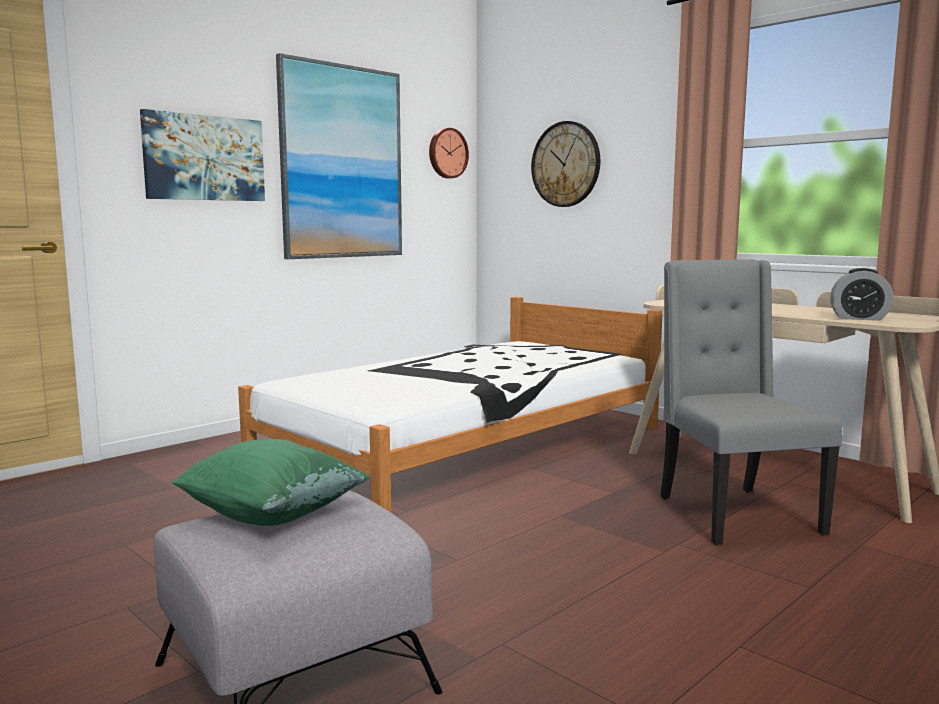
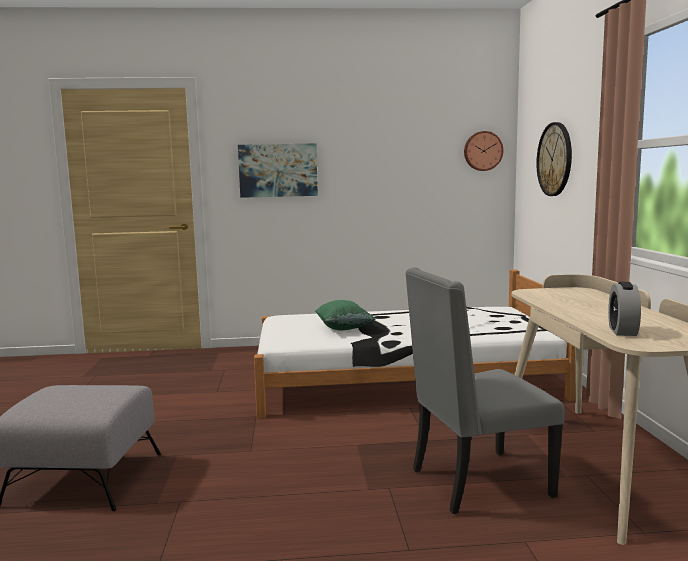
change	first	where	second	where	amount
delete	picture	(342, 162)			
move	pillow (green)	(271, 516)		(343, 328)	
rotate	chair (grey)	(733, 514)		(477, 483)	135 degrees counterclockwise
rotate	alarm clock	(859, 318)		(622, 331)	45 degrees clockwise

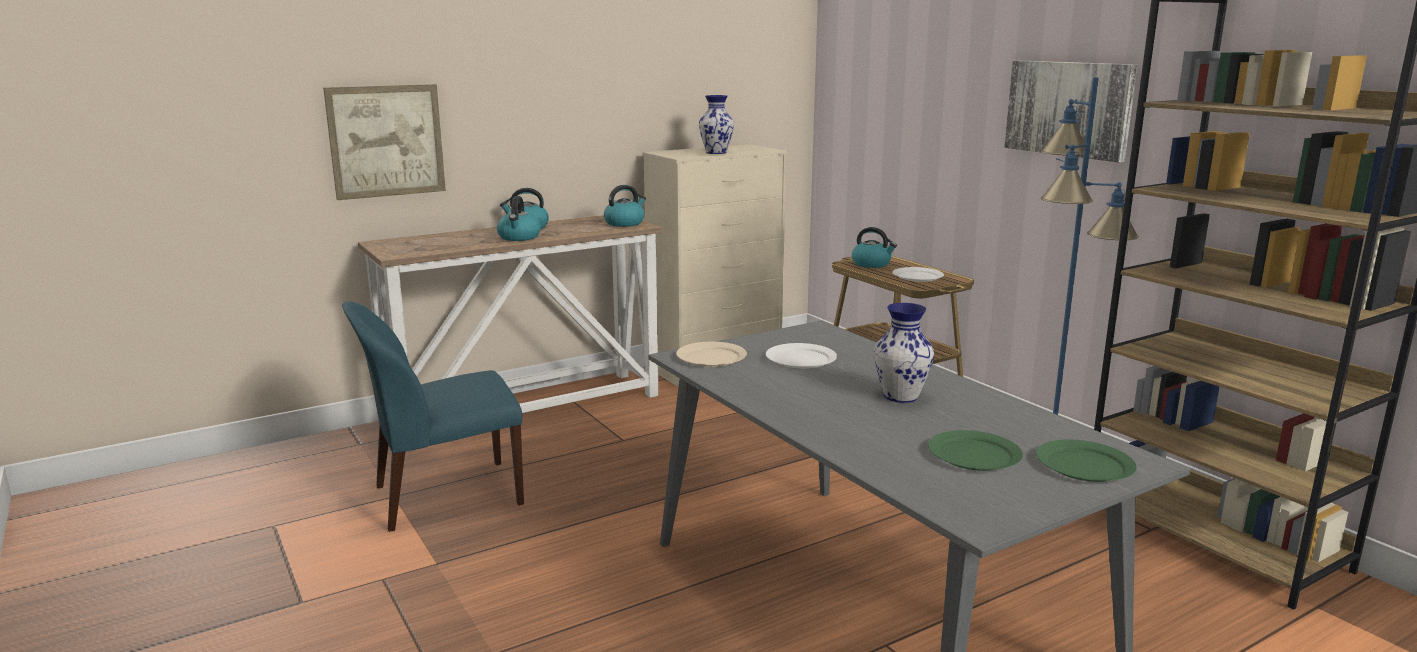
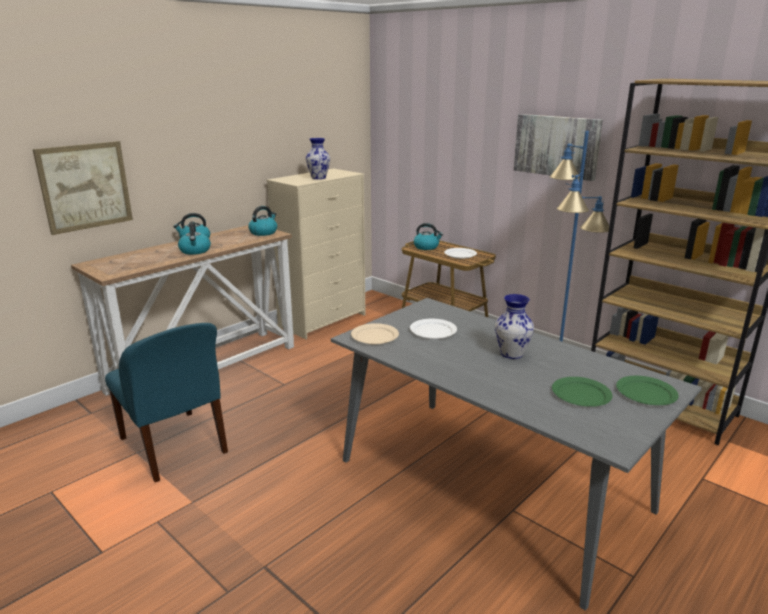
change	first	where	second	where	amount
rotate	chair (blue)	(444, 496)		(174, 446)	90 degrees counterclockwise

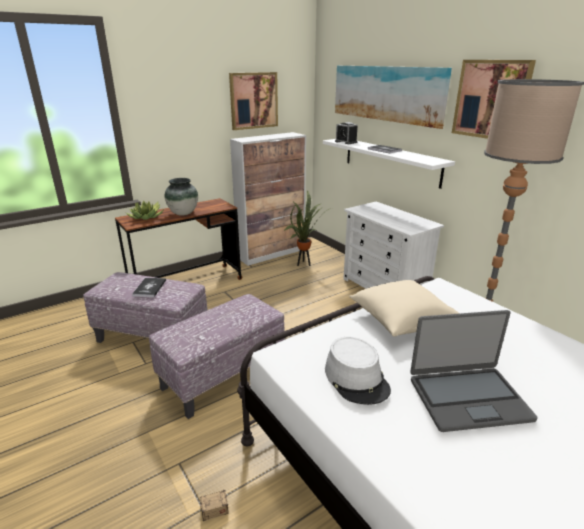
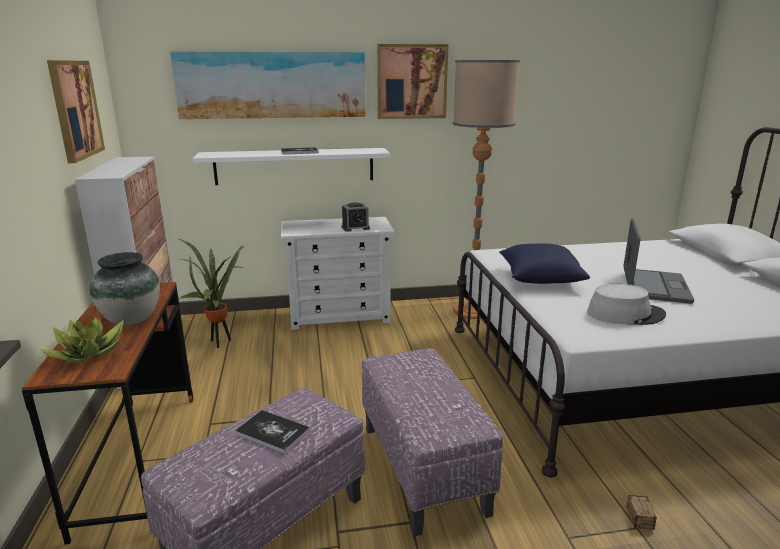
change	first	where	second	where	amount
move	alarm clock	(346, 142)		(355, 228)	
recolor	pillow (beige)	(401, 320)	pillow (blue)	(540, 279)	

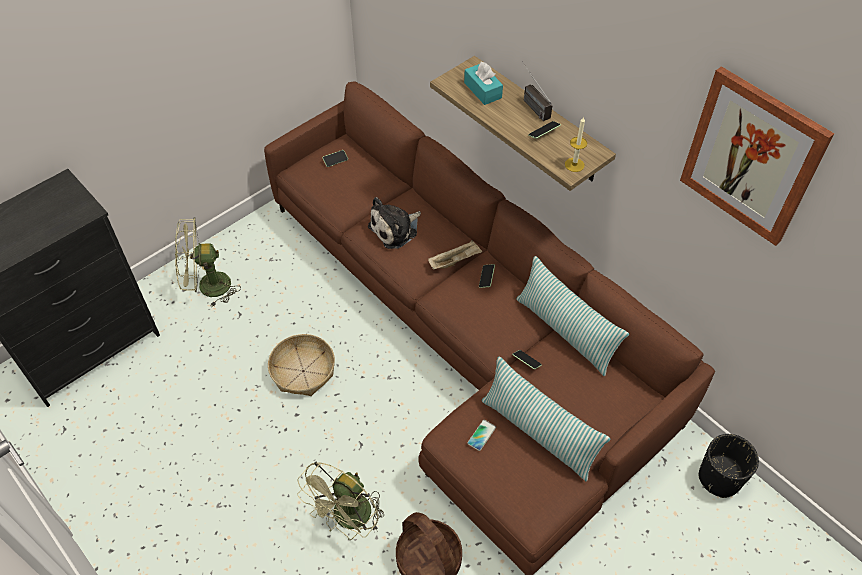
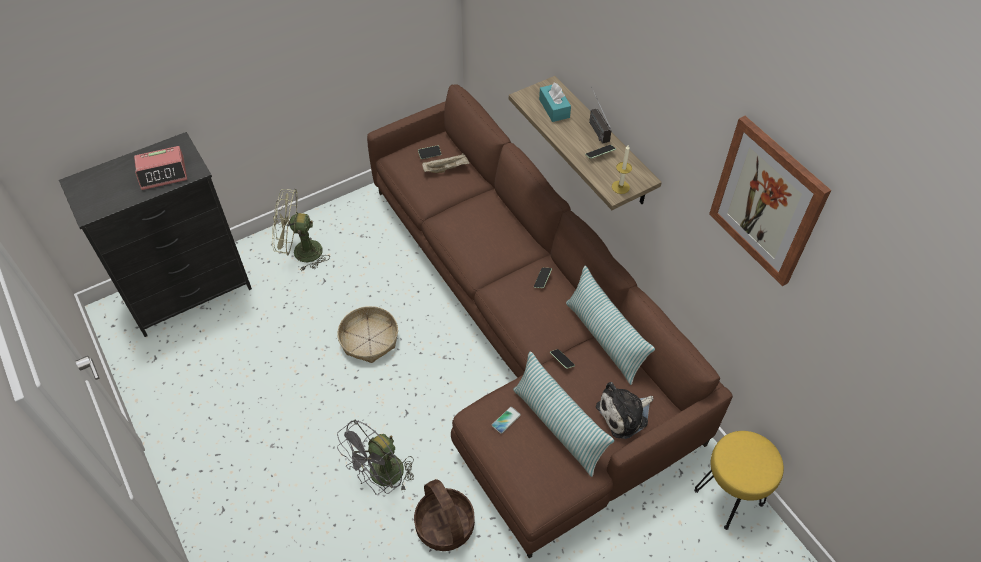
change	first	where	second	where	amount
insert			alarm clock	(163, 173)	
move	plush toy	(395, 229)		(625, 414)	
move	tray (beige)	(455, 261)		(446, 169)	
replace	planter (black)	(719, 478)	stool (yellow)	(729, 497)	
recolor	fan (green)	(348, 520)	fan (grey)	(381, 477)	

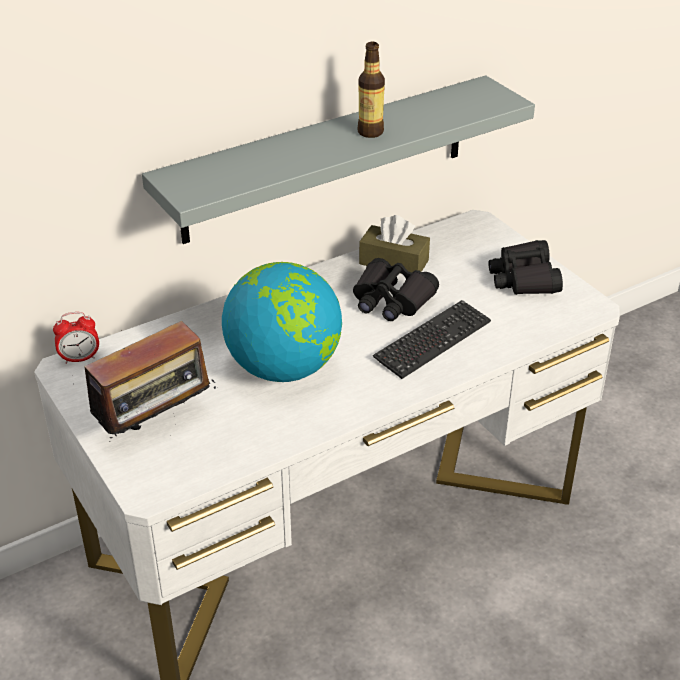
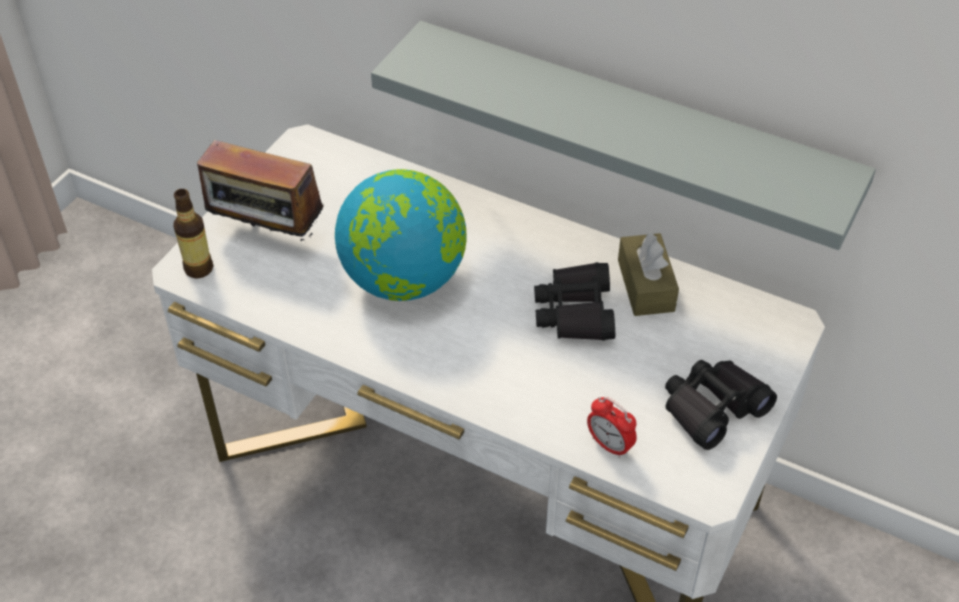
change	first	where	second	where	amount
delete	keyboard	(433, 341)			
move	alarm clock	(80, 358)		(609, 445)	
move	bottle	(370, 132)		(199, 269)	

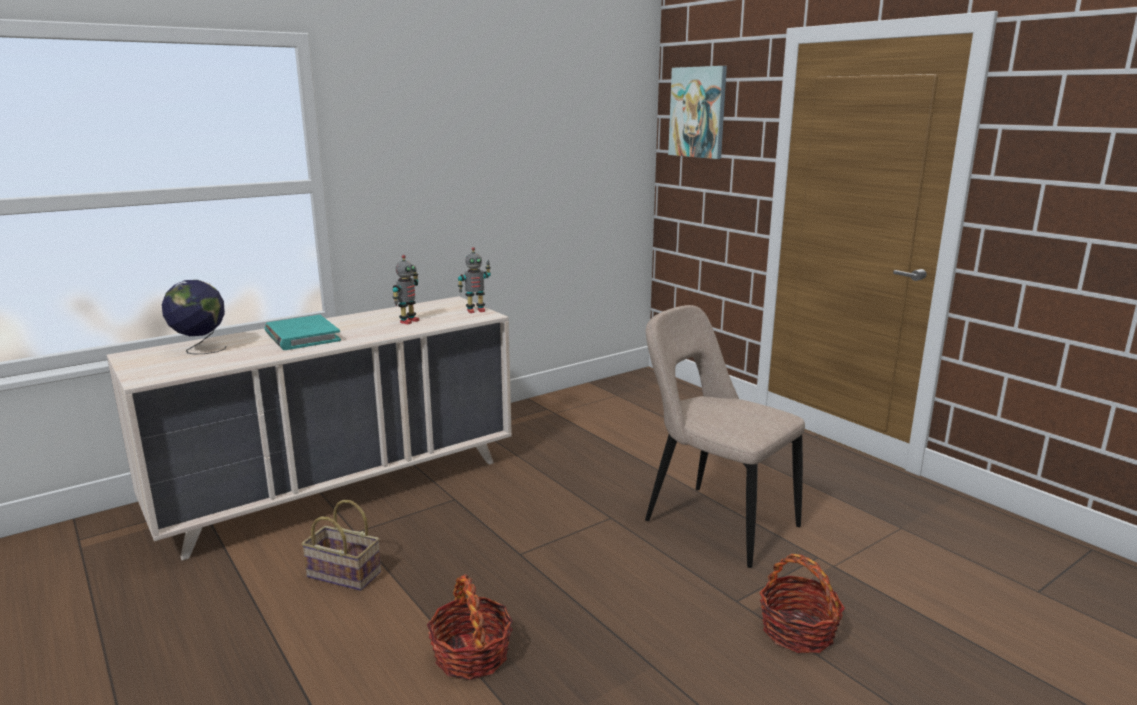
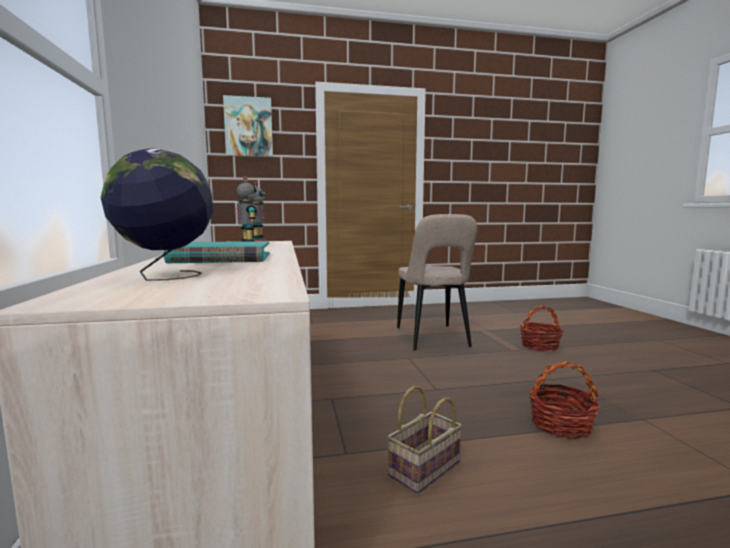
change	first	where	second	where	amount
rotate	chair (beige)	(714, 522)		(433, 339)	75 degrees counterclockwise

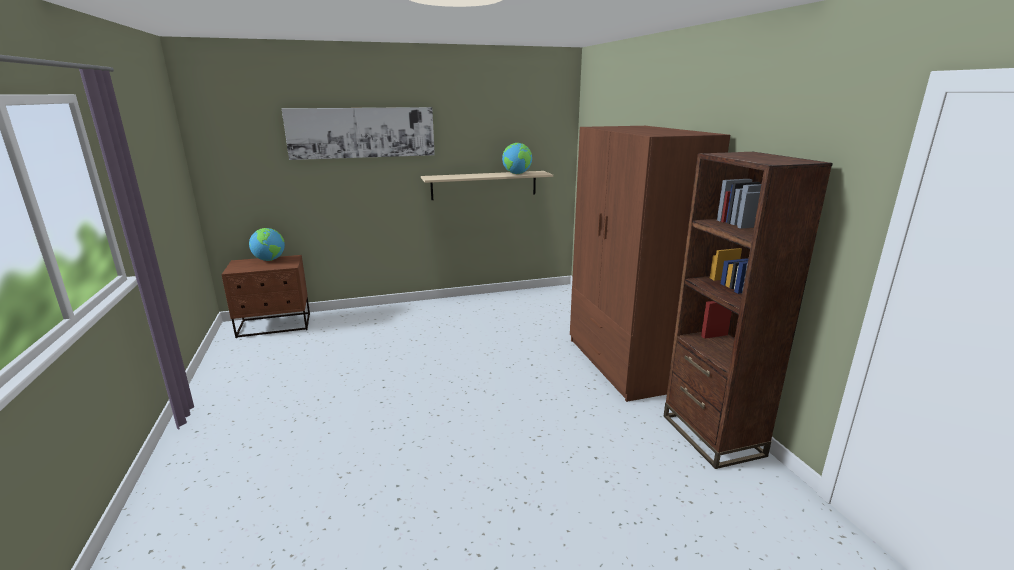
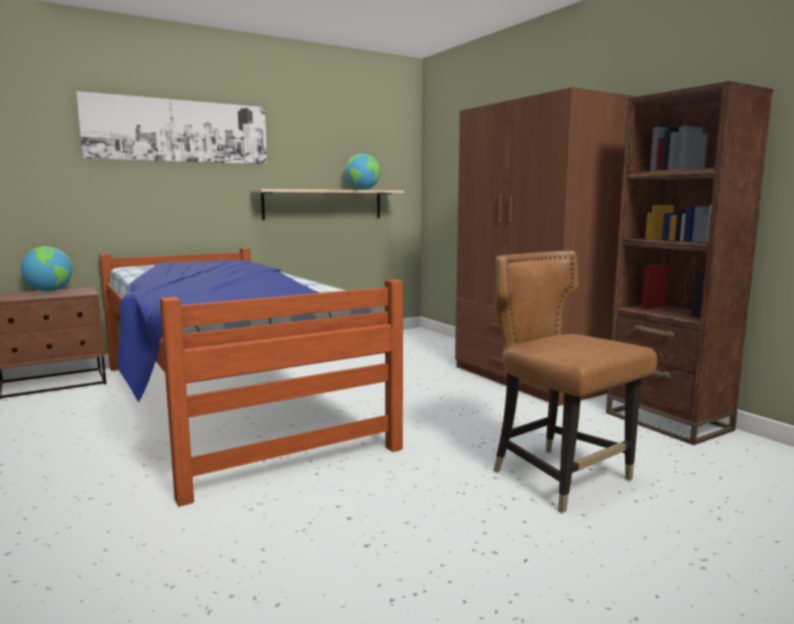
change	first	where	second	where	amount
insert			bed	(225, 402)	
insert			chair (brown)	(560, 477)	

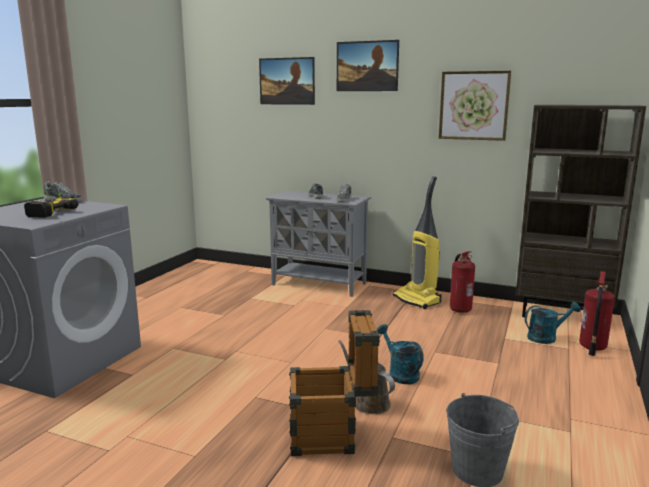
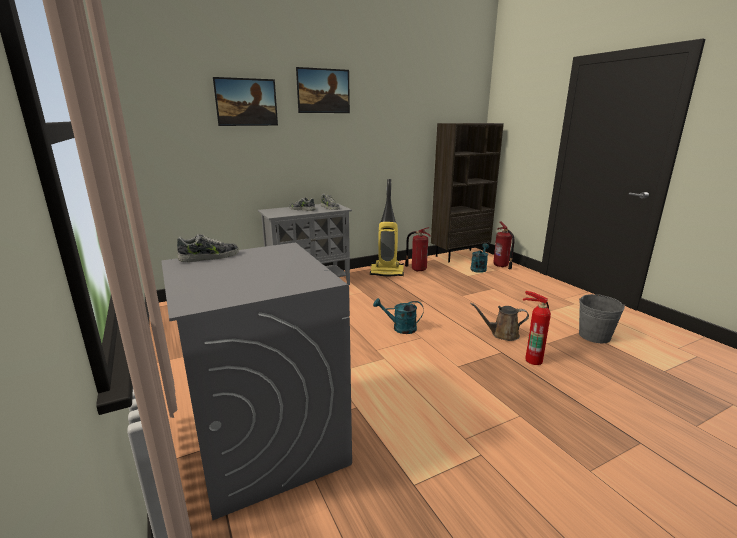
change	first	where	second	where	amount
delete	power drill	(44, 213)			
delete	picture	(473, 105)			
move	watering can (turquoise)	(400, 373)		(400, 328)	
replace	crate	(332, 436)	fire extinguisher	(533, 359)	

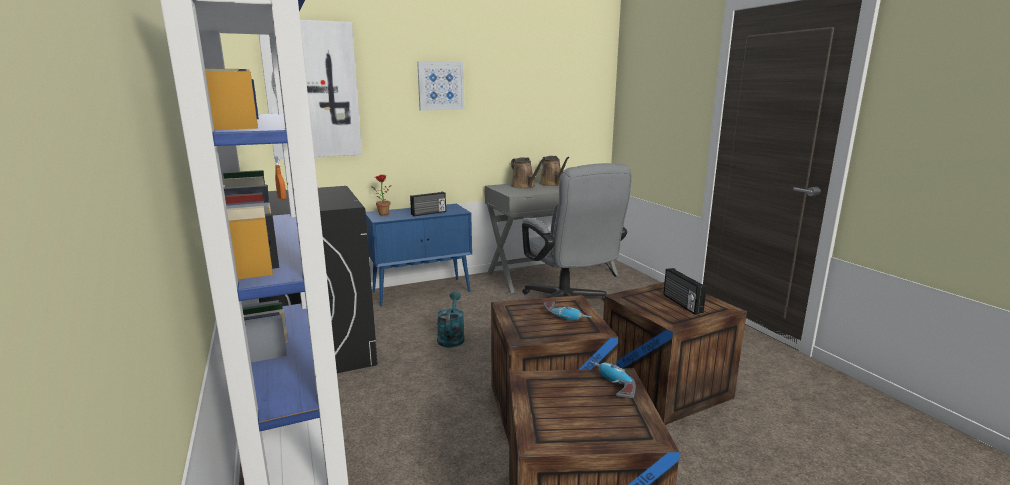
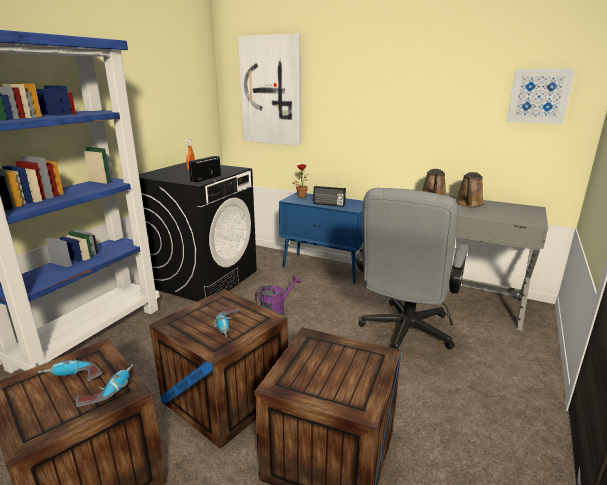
change	first	where	second	where	amount
insert			power drill	(72, 378)	
move	picture	(440, 86)		(539, 96)	
move	radio	(681, 303)		(205, 178)	
recolor	watering can (turquoise)	(451, 337)	watering can (purple)	(276, 310)	

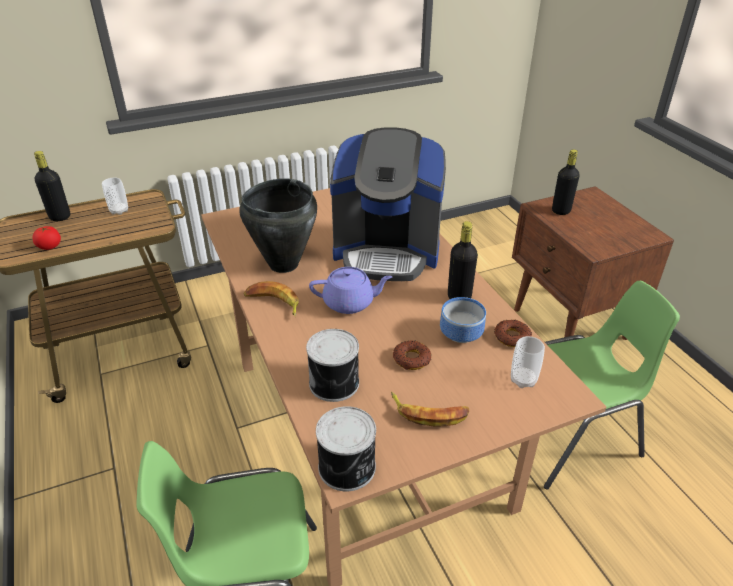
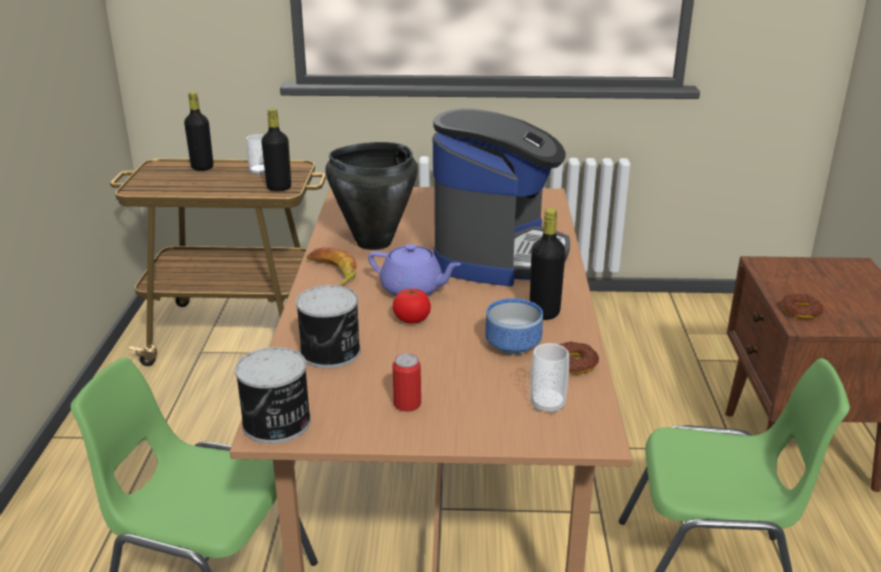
change	first	where	second	where	amount
move	tomato	(49, 246)		(411, 319)	
move	donut	(411, 359)		(800, 311)	
move	bottle (black)	(561, 211)		(279, 188)	
replace	banana	(429, 413)	can	(407, 404)	
rotate	coffee machine	(387, 251)		(498, 255)	105 degrees counterclockwise

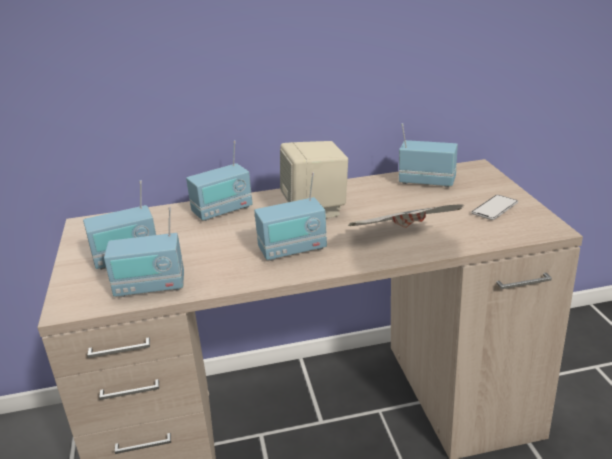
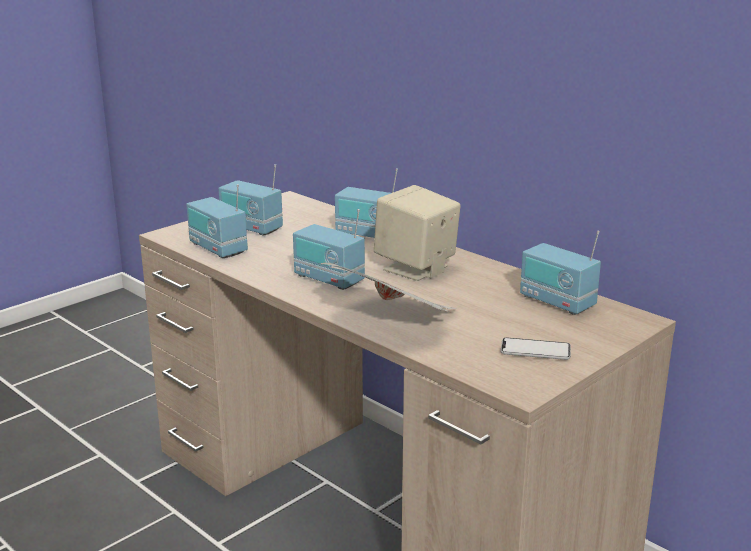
change	first	where	second	where	amount
rotate	radio	(427, 181)		(556, 302)	150 degrees clockwise

